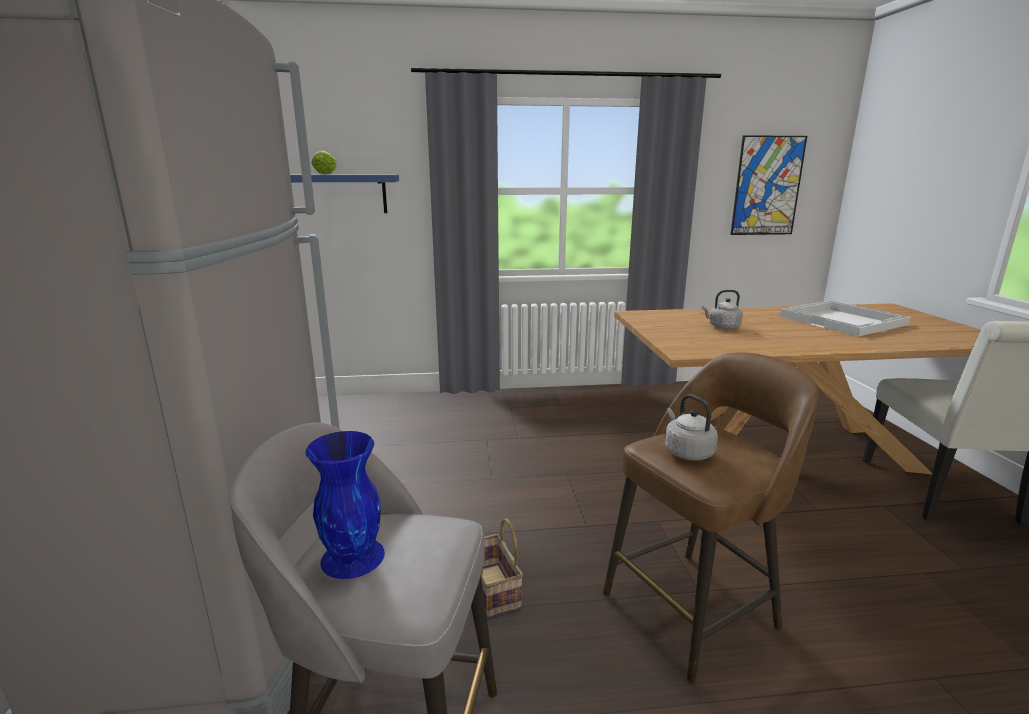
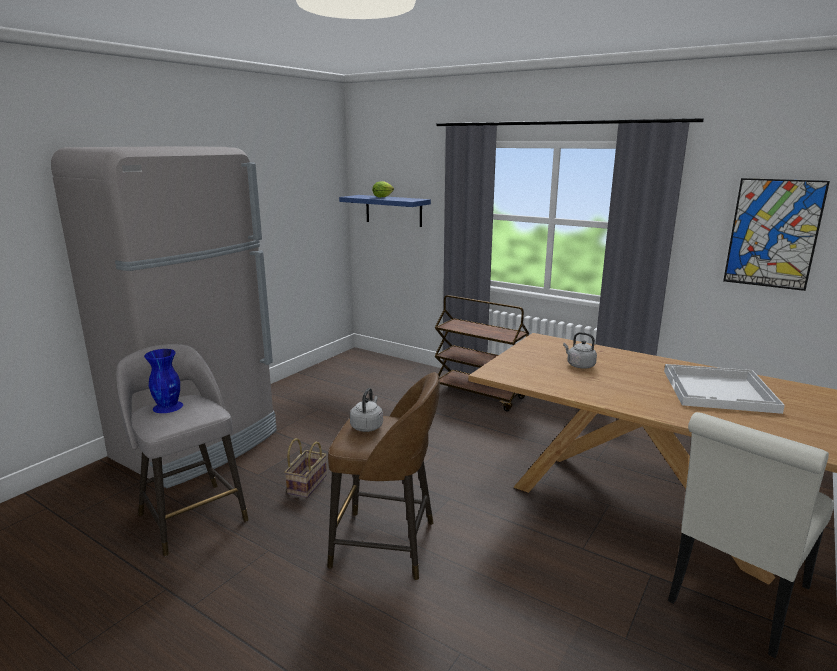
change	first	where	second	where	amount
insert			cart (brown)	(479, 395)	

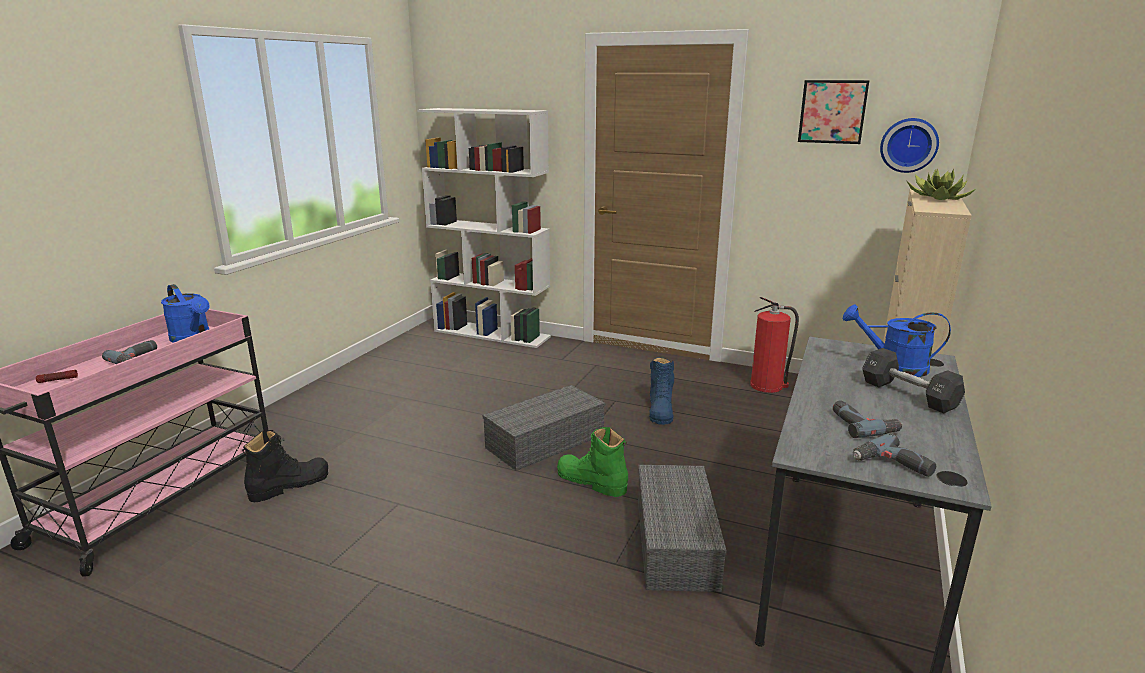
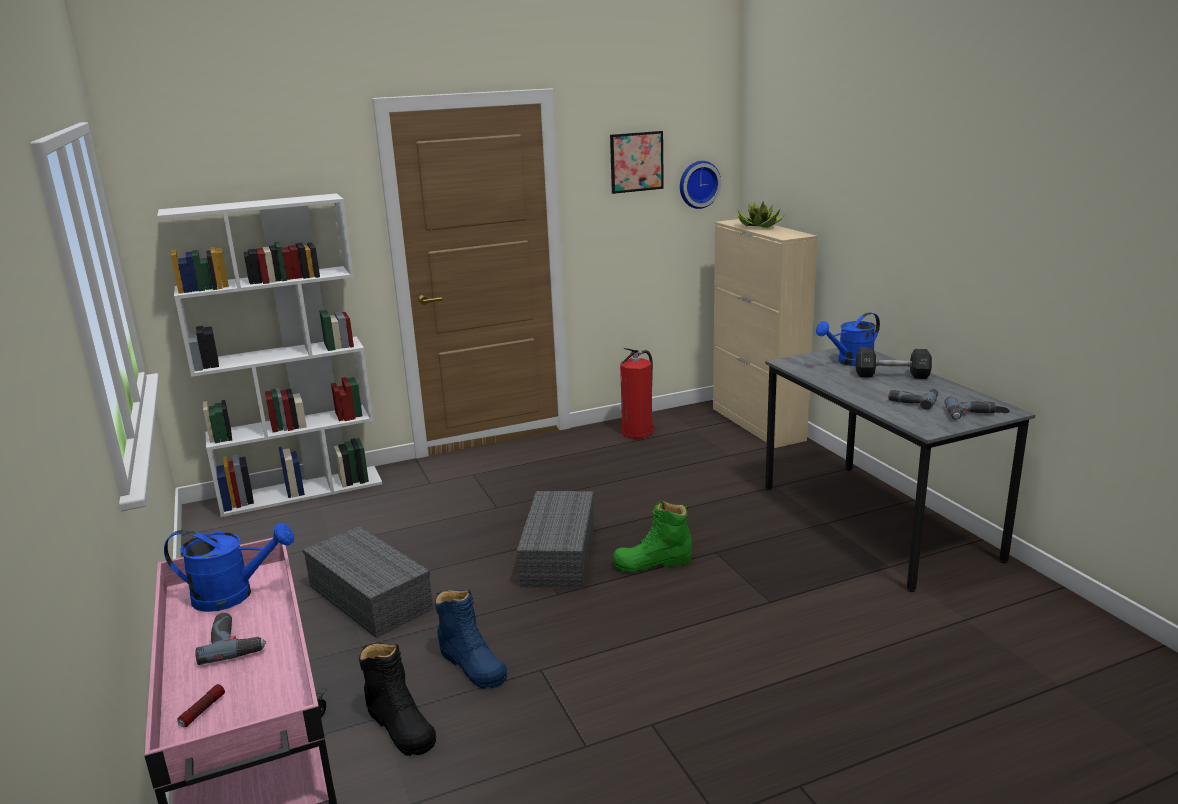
change	first	where	second	where	amount
move	storage box (grey)	(677, 544)		(372, 597)	
move	boot (blue)	(660, 410)		(472, 665)	
rotate	boot (black)	(289, 485)		(400, 726)	135 degrees clockwise

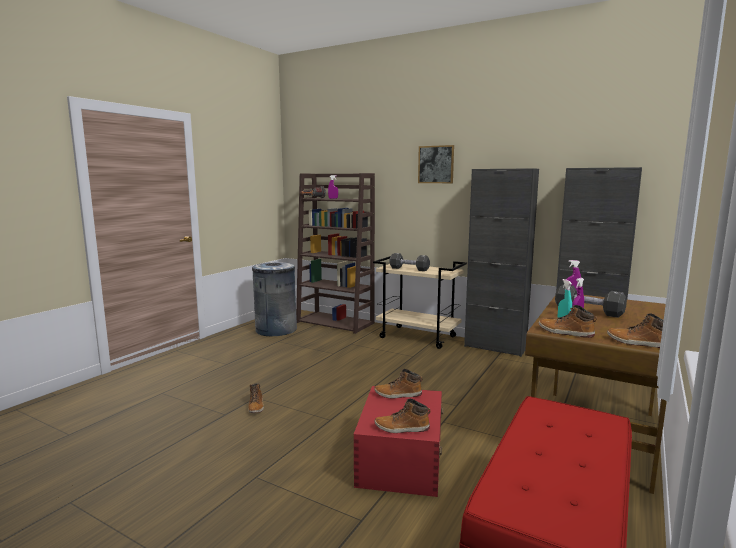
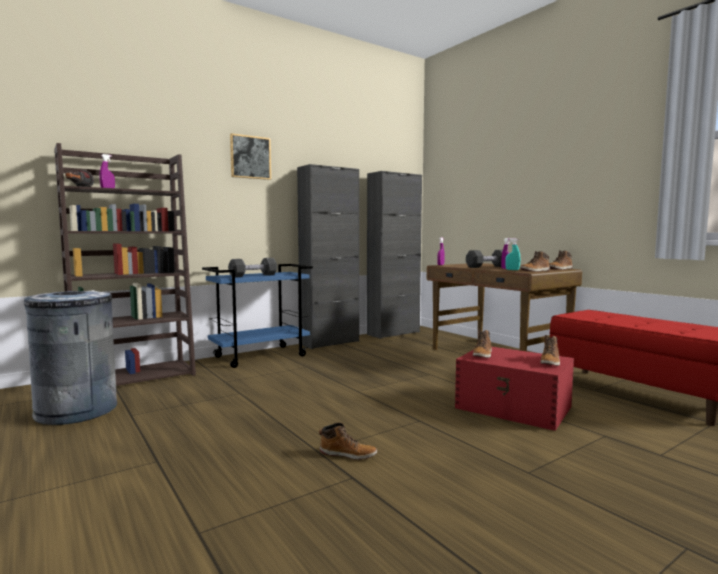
change	first	where	second	where	amount
recolor	cart (beige)	(418, 337)	cart (blue)	(261, 356)	

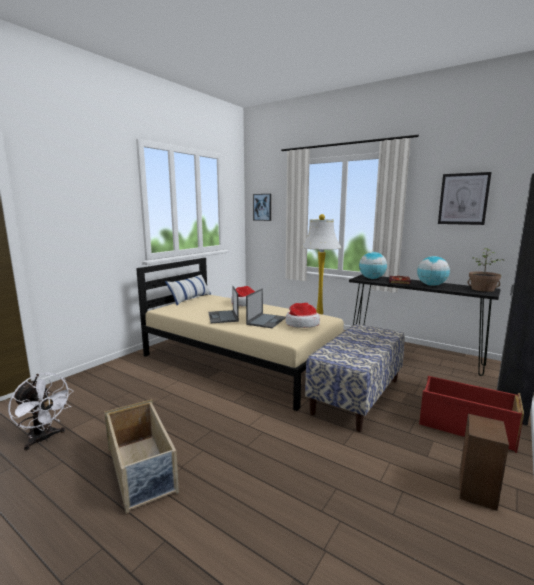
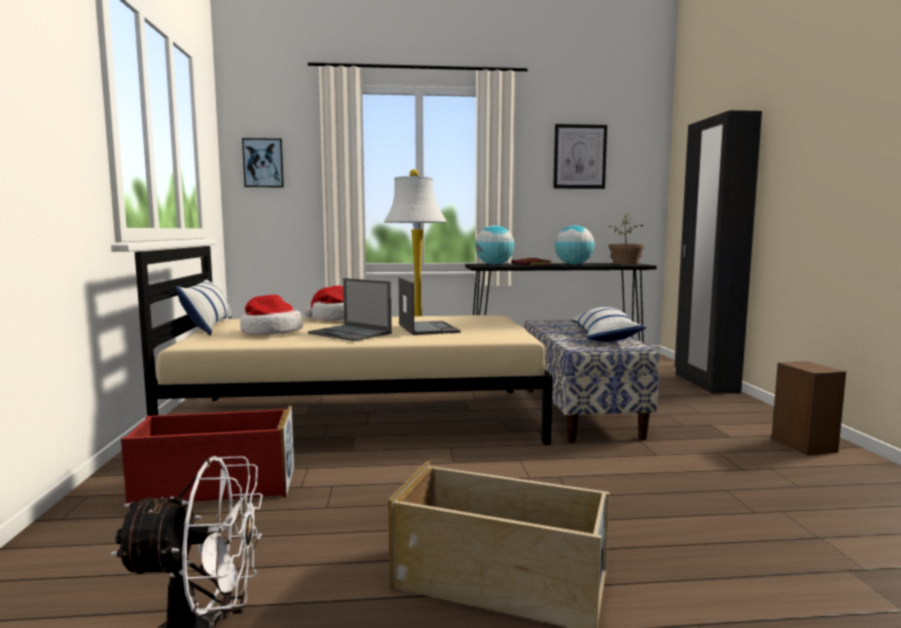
change	first	where	second	where	amount
insert			pillow	(604, 336)	
move	hat	(302, 324)		(270, 332)	
move	storage box (red)	(465, 427)		(215, 486)	

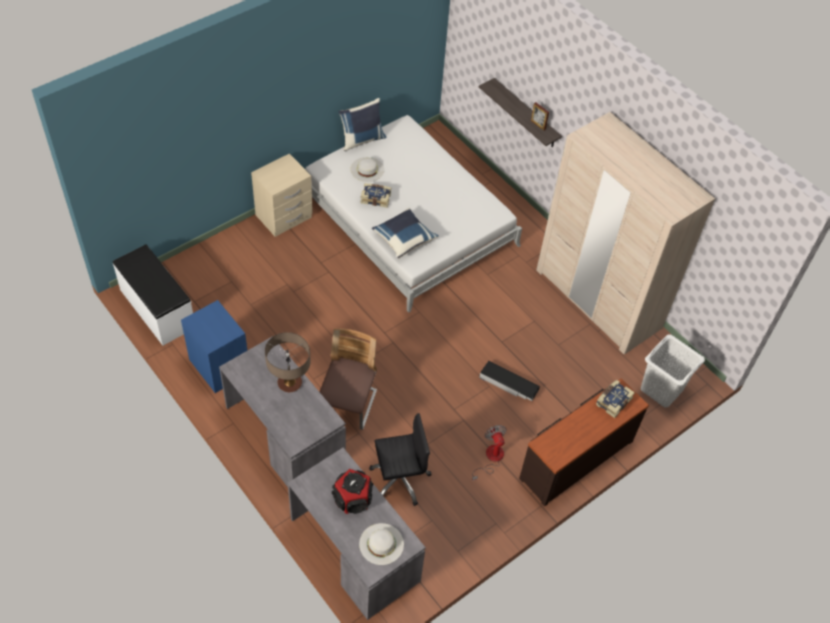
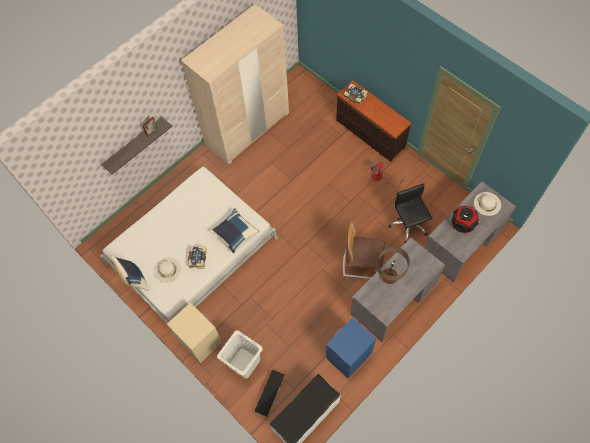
change	first	where	second	where	amount
move	storage box (black)	(509, 384)		(270, 393)	
move	laundry basket (white)	(661, 389)		(244, 362)	

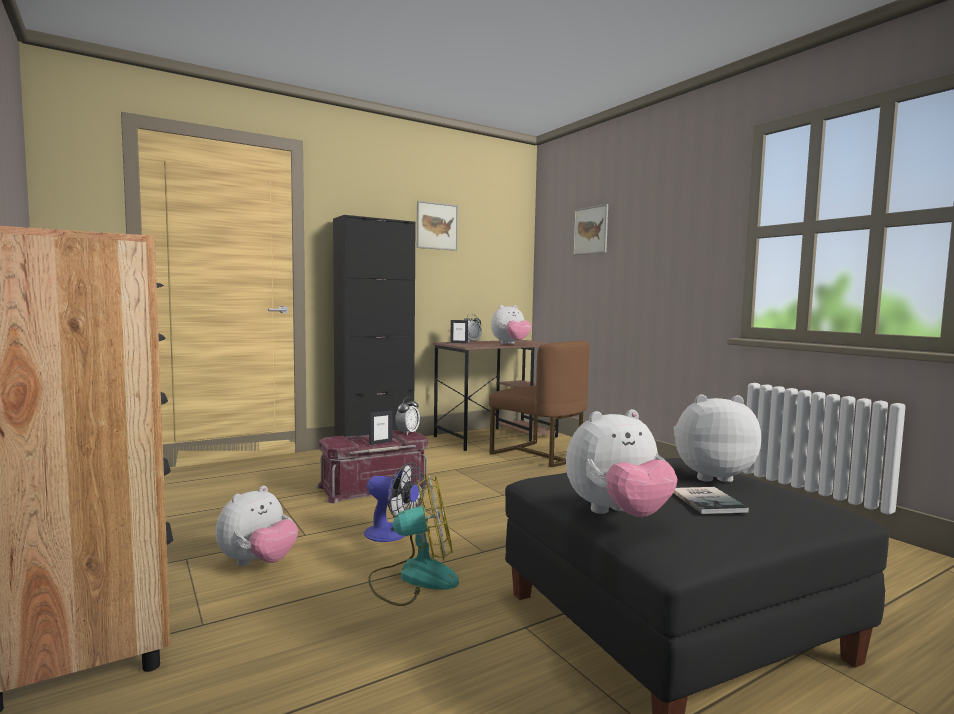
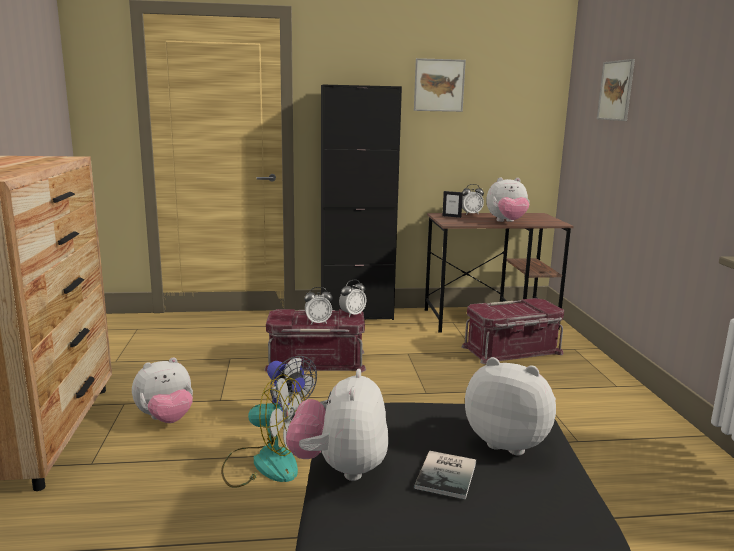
change	first	where	second	where	amount
replace	picture frame	(380, 443)	alarm clock	(318, 322)	
replace	chair (brown)	(539, 455)	storage box (red)	(512, 350)	
rotate	plush toy	(617, 515)		(340, 468)	90 degrees clockwise

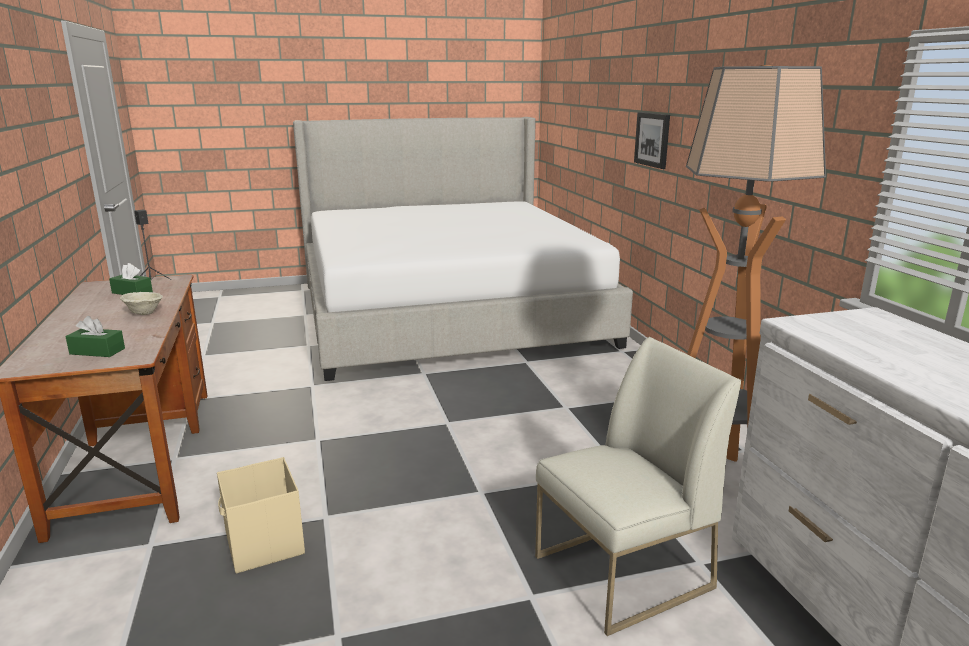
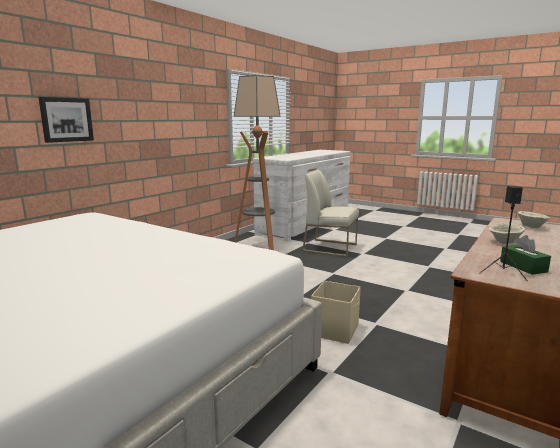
change	first	where	second	where	amount
move	storage box (beige)	(264, 544)		(335, 330)	
replace	tissue box (green)	(97, 351)	bowl (beige)	(530, 227)	

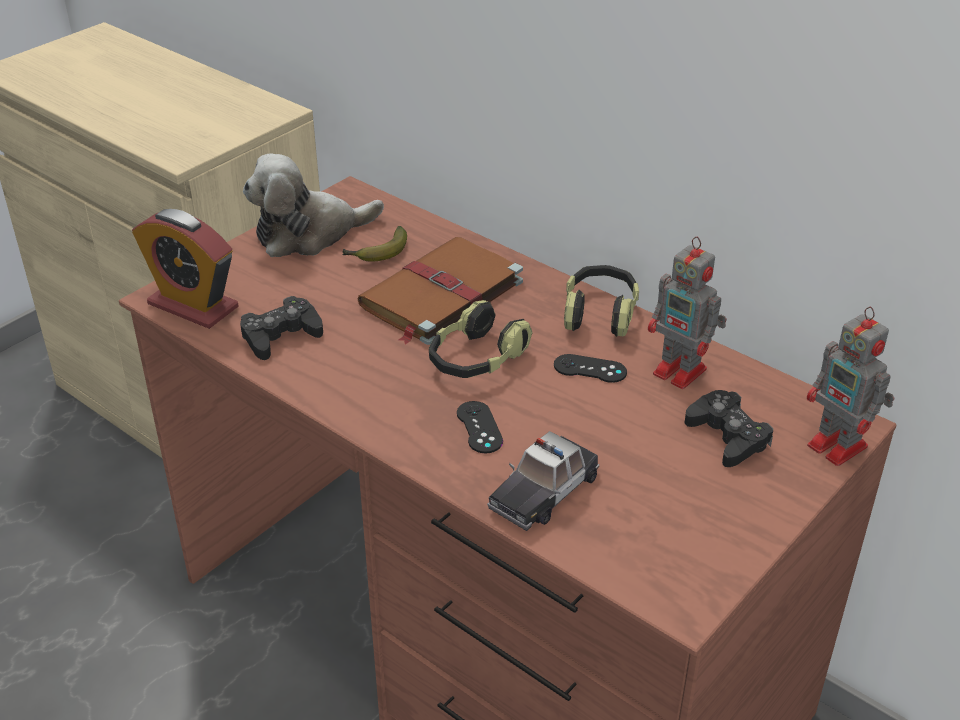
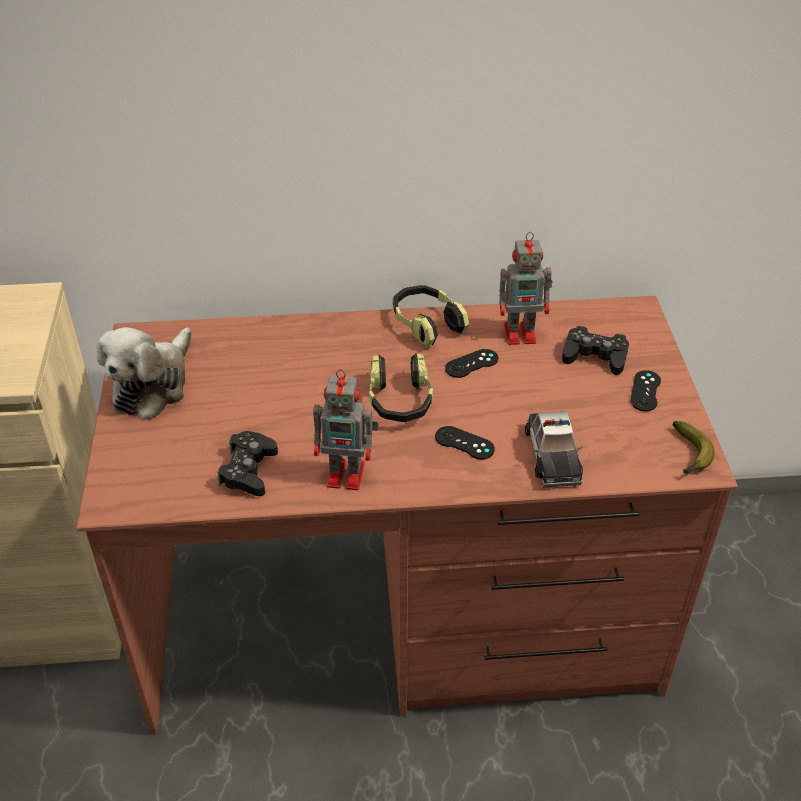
change	first	where	second	where	amount
delete	alarm clock	(193, 306)			
delete	book (brown)	(440, 295)			
insert			game controller (black)	(645, 391)	
move	banana	(378, 253)		(690, 455)	
move	toy robot	(839, 447)		(348, 474)	

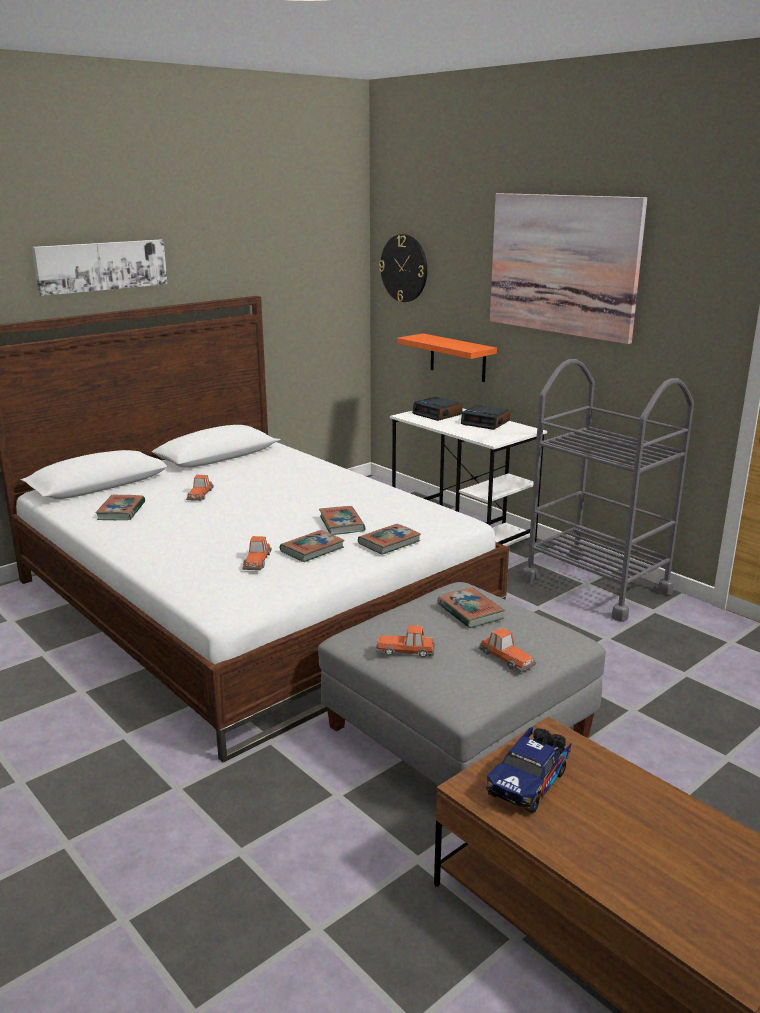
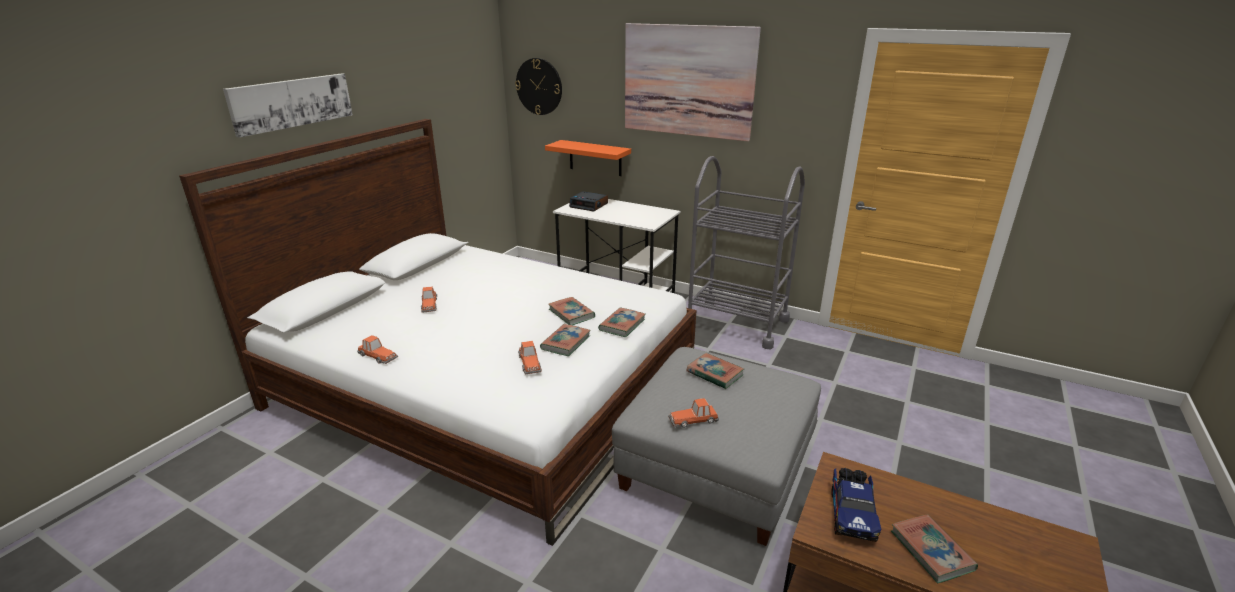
change	first	where	second	where	amount
delete	alarm clock	(486, 423)			
move	book	(121, 511)		(931, 551)	
move	toy car	(506, 658)		(377, 356)	

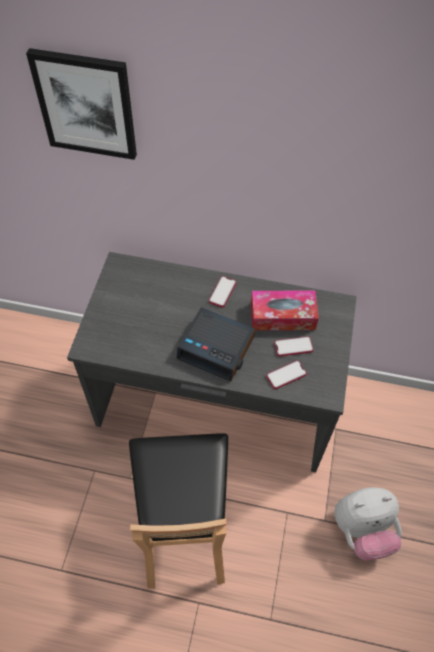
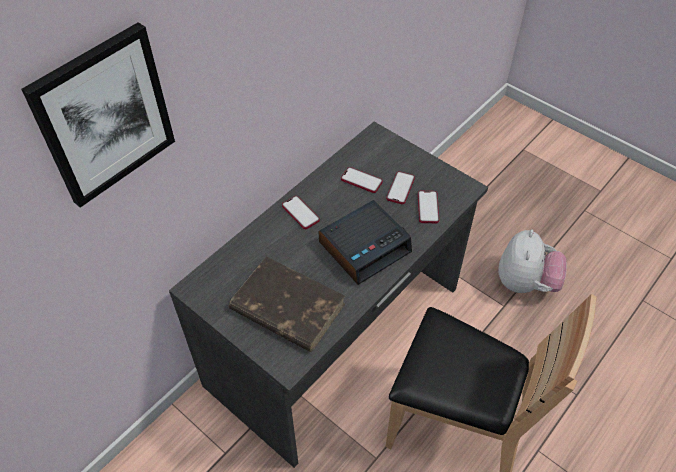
change	first	where	second	where	amount
insert			book (brown)	(286, 307)	
replace	tissue box	(282, 316)	phone	(361, 181)	

